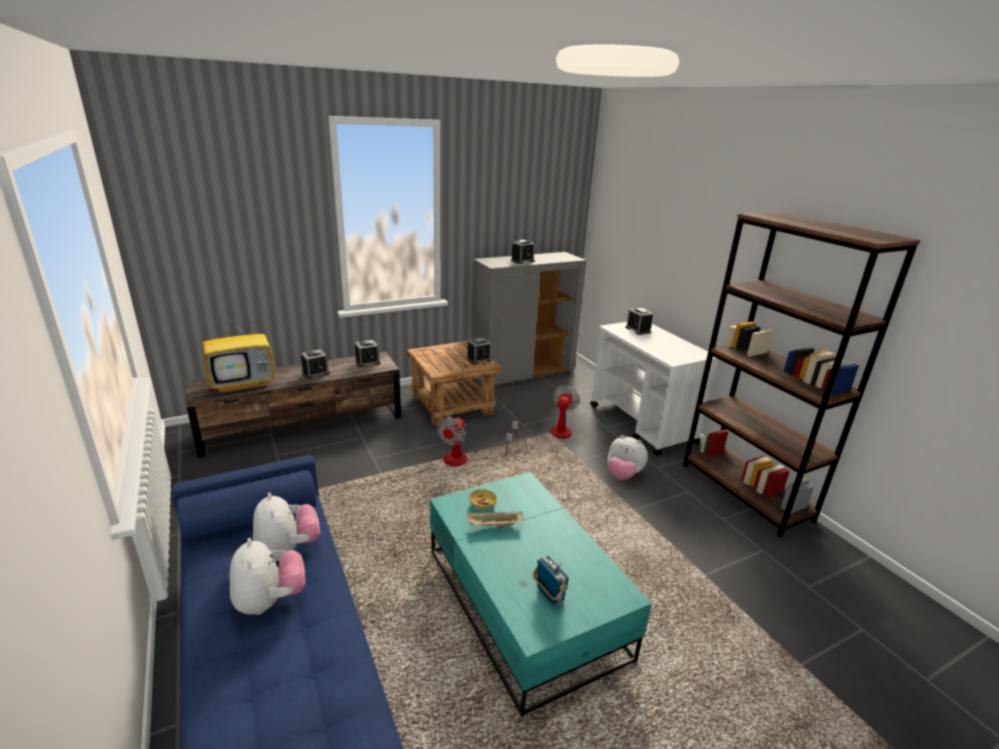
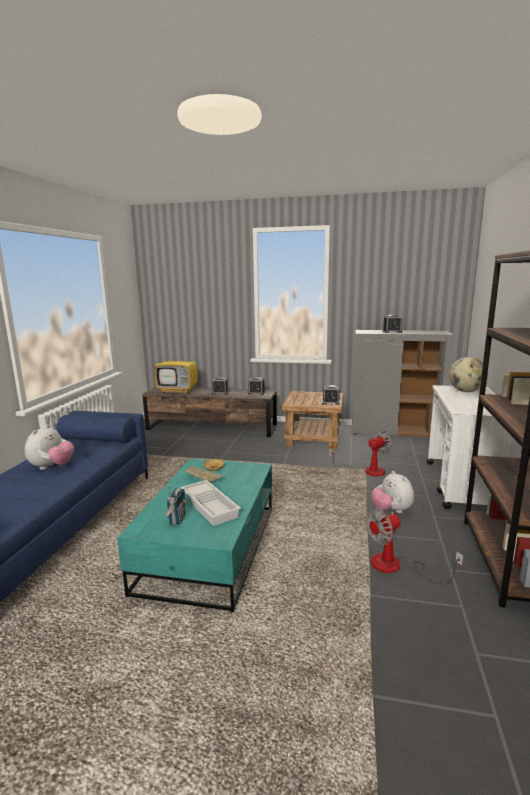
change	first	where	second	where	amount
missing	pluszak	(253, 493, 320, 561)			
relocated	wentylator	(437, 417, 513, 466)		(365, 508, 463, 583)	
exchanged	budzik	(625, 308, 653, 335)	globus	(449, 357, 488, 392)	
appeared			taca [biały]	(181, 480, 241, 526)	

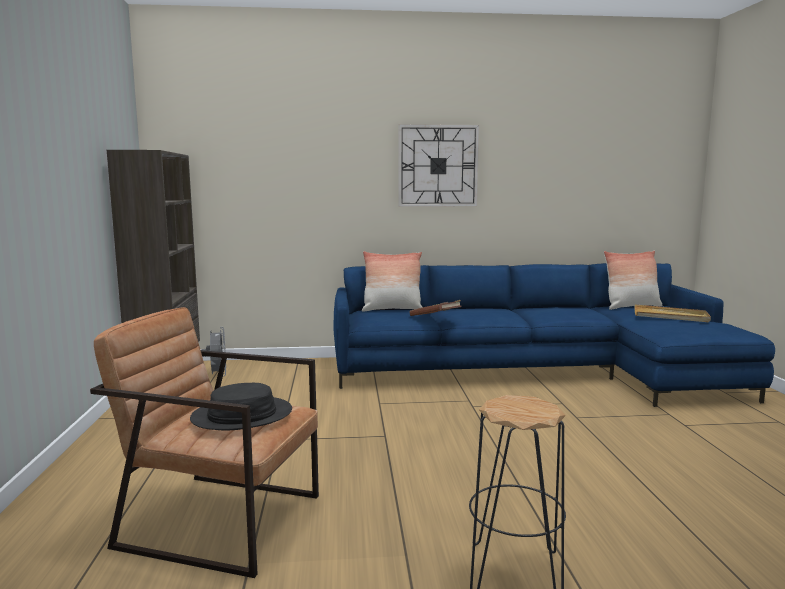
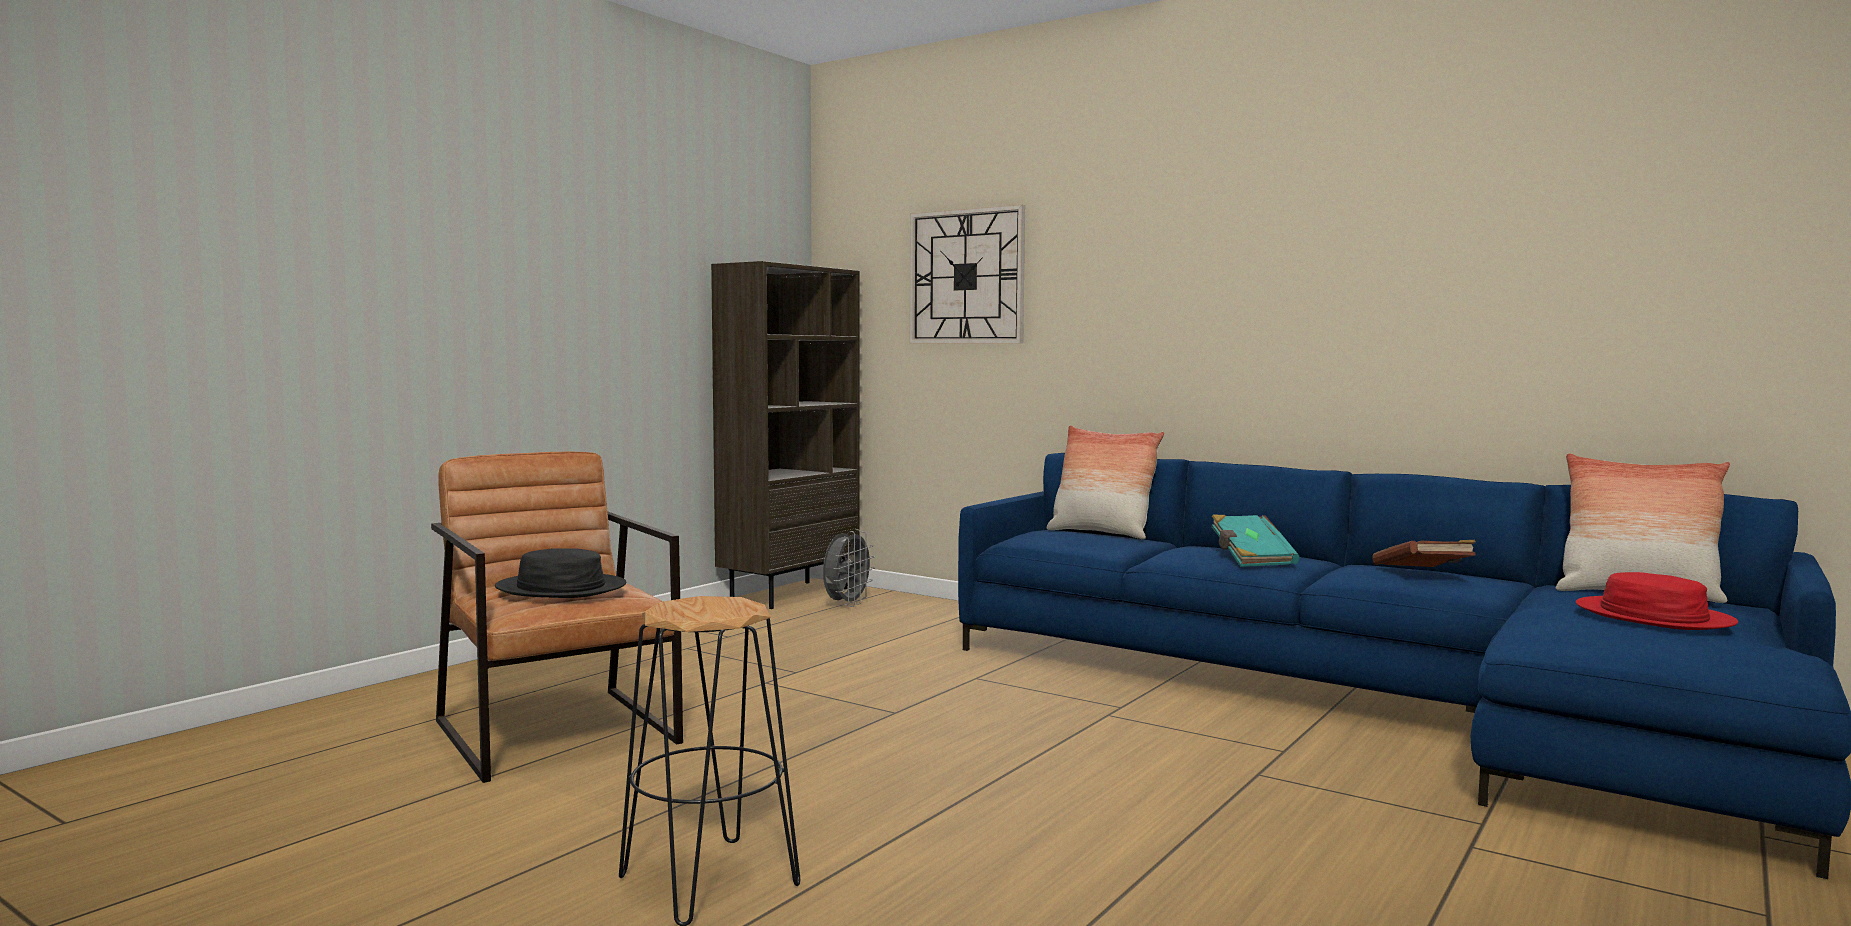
change	first	where	second	where	amount
relocated	zegar ścienny	(398, 124, 479, 207)		(910, 205, 1025, 344)	
relocated	książka [brązowy]	(409, 300, 461, 316)		(1372, 540, 1476, 567)	
exchanged	taca [beżowy]	(635, 305, 711, 322)	kapelusz [czerwony]	(1576, 572, 1738, 630)	
appeared			książka [turkusowy]	(1211, 515, 1299, 567)	

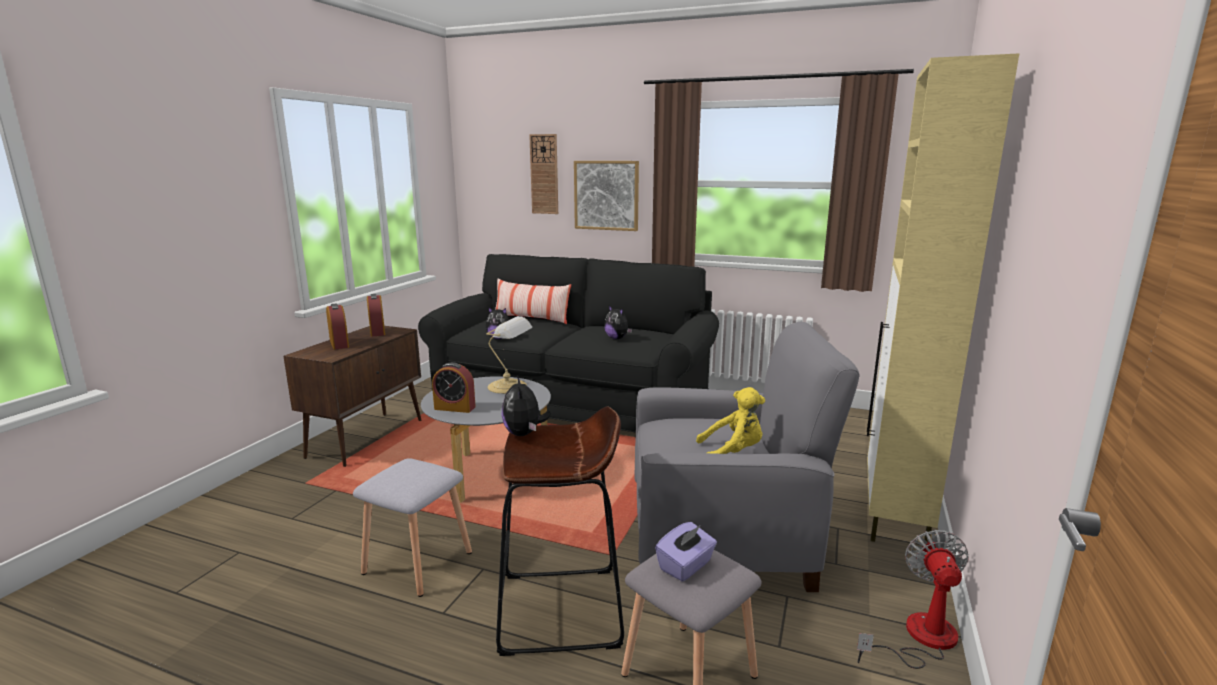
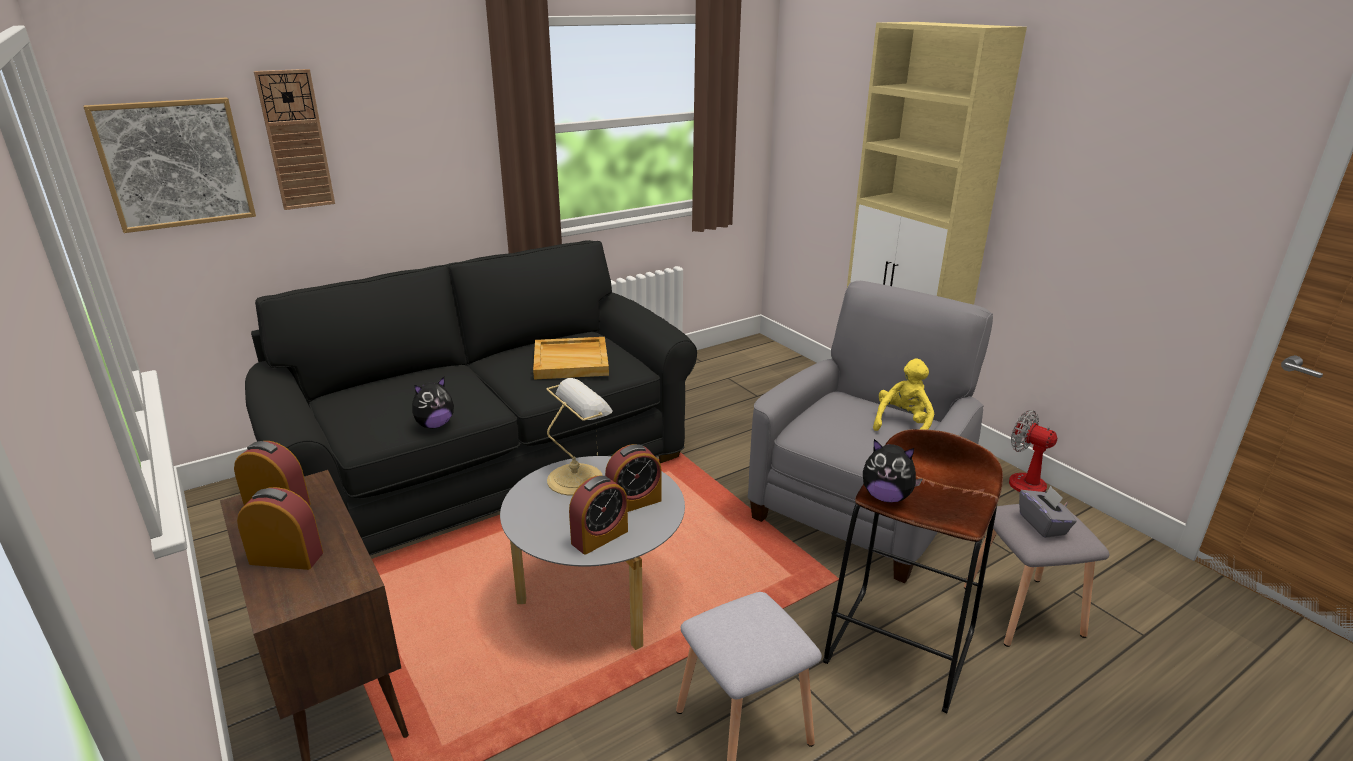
change	first	where	second	where	amount
missing	poduszka	(495, 279, 571, 324)			
relocated	obraz	(574, 161, 639, 231)		(83, 97, 256, 233)	
exchanged	pluszak	(604, 306, 632, 339)	taca [beżowy]	(533, 337, 609, 380)	
colour	pudełko chusteczek [fioletowy]	(655, 522, 717, 582)	pudełko chusteczek [szary]	(1019, 486, 1077, 538)	
appeared			budzik	(605, 444, 662, 512)	

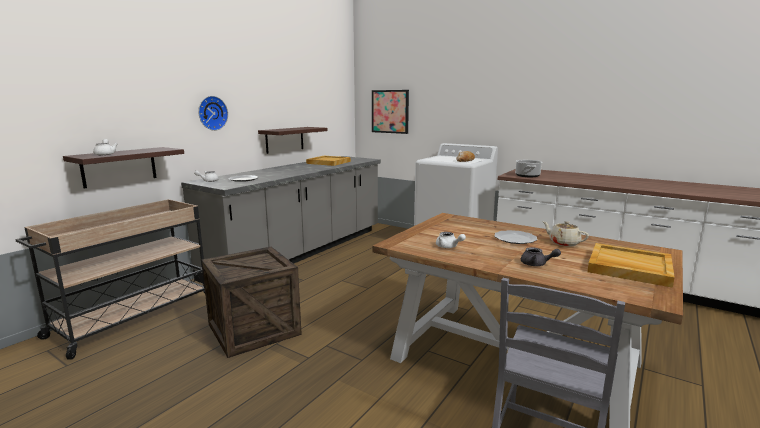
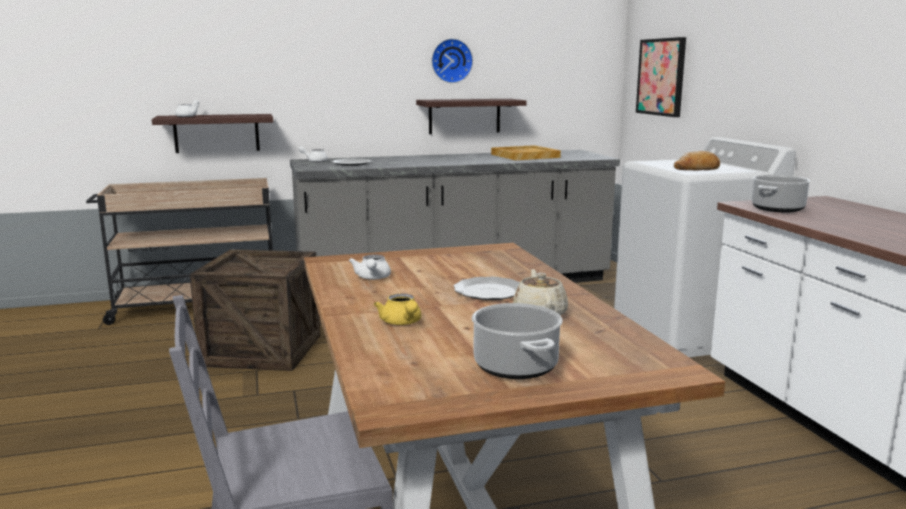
change	first	where	second	where	amount
relocated	zegar ścienny	(198, 96, 228, 131)		(432, 38, 473, 83)	
colour	imbryk [szary]	(521, 247, 561, 266)	imbryk [żółty]	(374, 294, 421, 325)	
exchanged	taca [beżowy]	(587, 243, 675, 288)	garnek	(472, 303, 563, 379)	

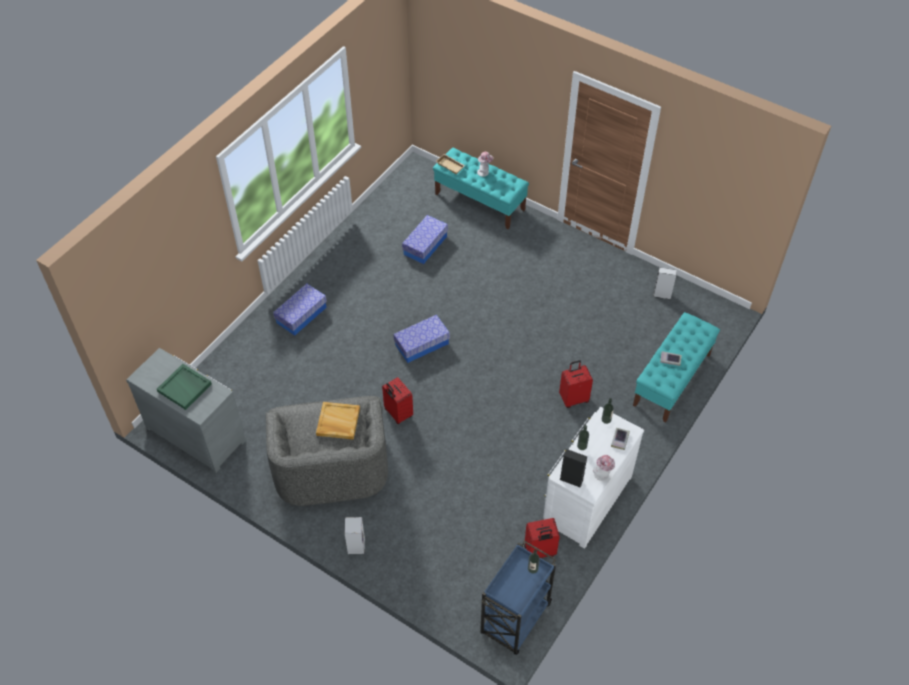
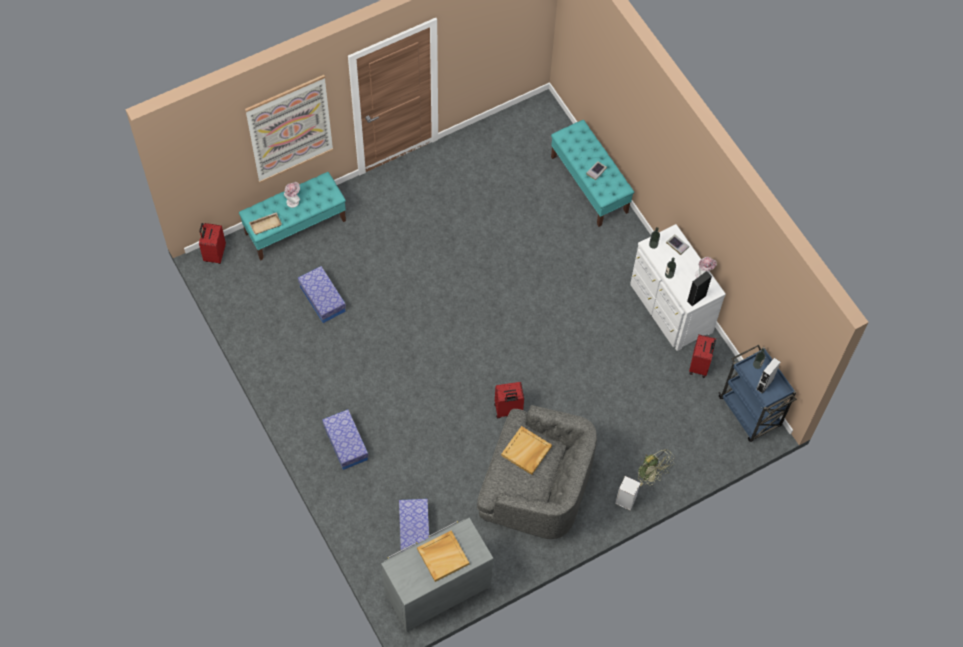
change	first	where	second	where	amount
colour	taca [zielony]	(157, 364, 212, 410)	taca [beżowy]	(417, 531, 469, 582)	
relocated	pojemnik do przechowywania	(393, 315, 450, 363)		(399, 499, 429, 552)	
relocated	walizka [czerwony]	(559, 360, 593, 408)		(199, 223, 226, 264)	
relocated	głośnik [szary]	(653, 267, 677, 300)		(756, 358, 780, 394)	
appeared			obraz	(245, 75, 333, 183)	
appeared			wentylator [zielony]	(638, 449, 675, 487)	

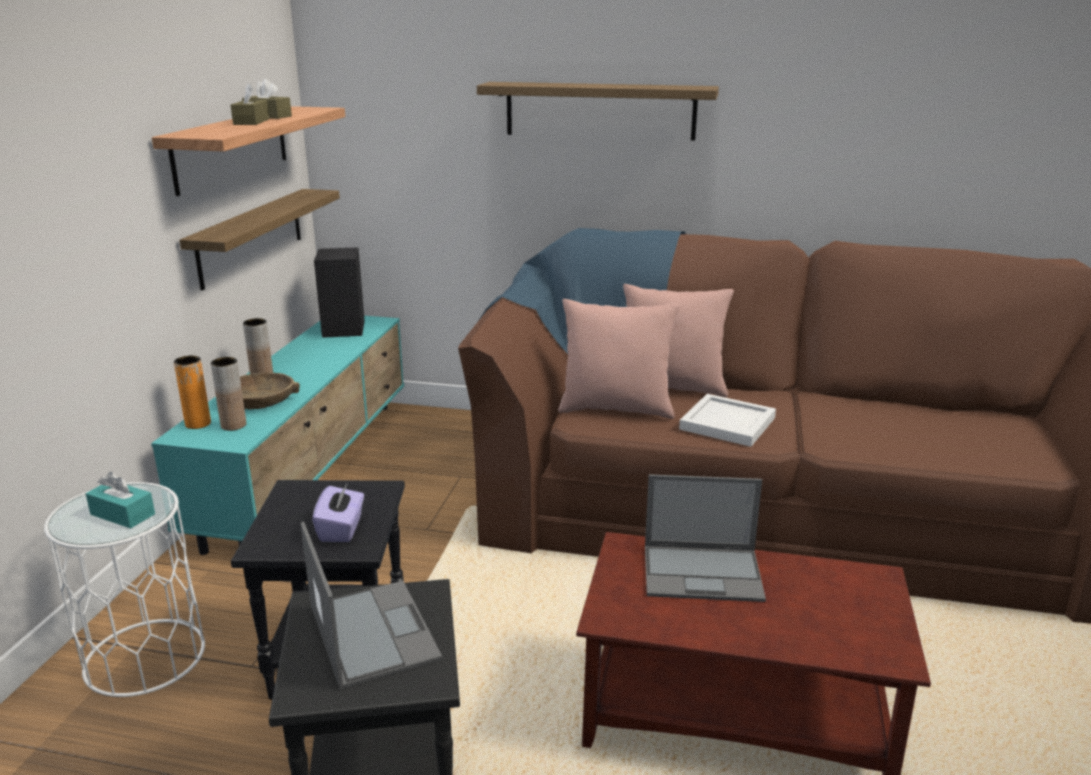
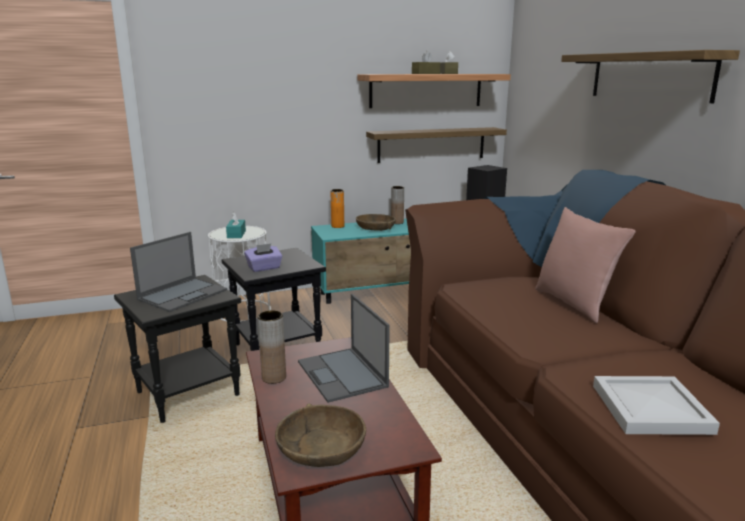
change	first	where	second	where	amount
relocated	wazon [brązowy]	(211, 357, 246, 431)		(257, 310, 286, 384)	
missing	poduszka [różowy]	(558, 299, 680, 419)			
relocated	taca [biały]	(679, 394, 776, 447)		(593, 376, 720, 435)	
appeared			miska [brązowy]	(275, 404, 366, 467)	

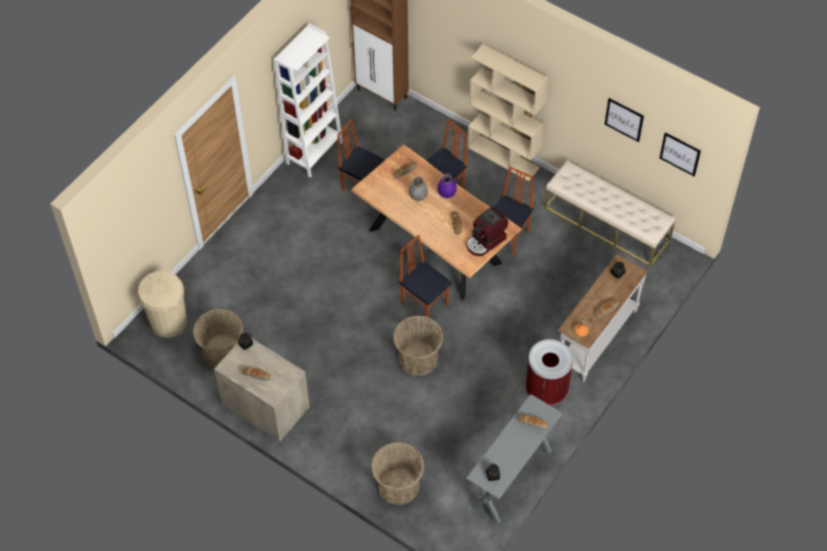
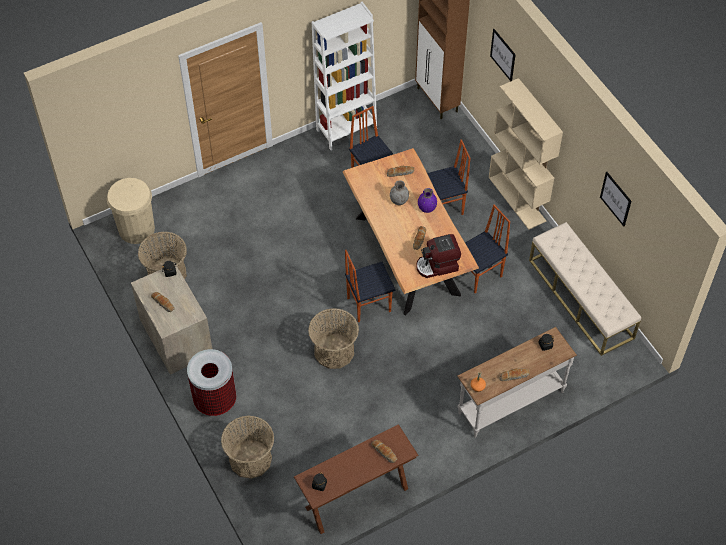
change	first	where	second	where	amount
spun	krzesło	(399, 235, 452, 323)		(345, 250, 395, 322)	90 degrees counterclockwise
colour	stolik konsolowy [szary]	(466, 394, 563, 524)	stolik konsolowy [brązowy]	(294, 424, 419, 534)	
relocated	kosz na śmieci	(526, 339, 573, 405)		(187, 349, 236, 416)	
relocated	obraz	(660, 132, 701, 176)		(490, 29, 516, 81)	

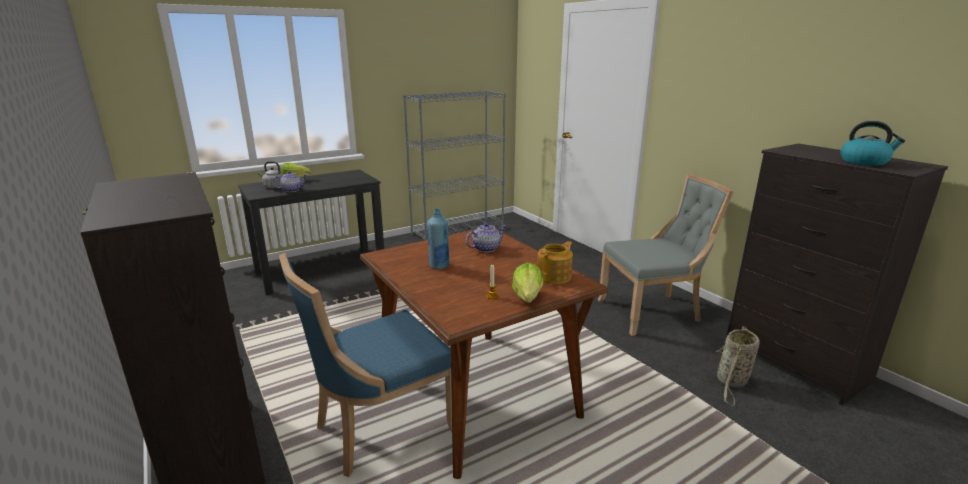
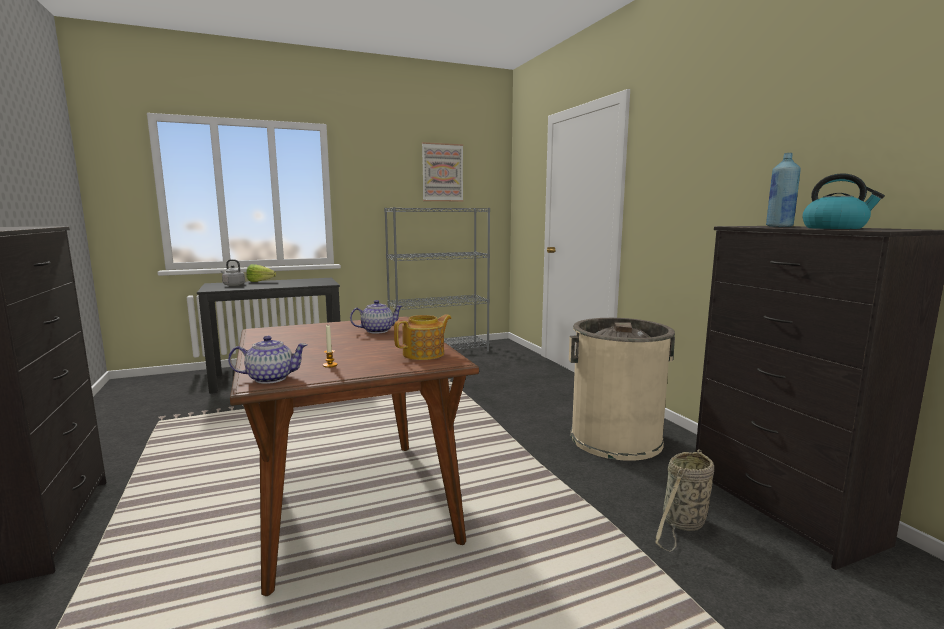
change	first	where	second	where	amount
relocated	imbryk	(272, 171, 307, 192)		(228, 336, 308, 384)	
missing	krzesło [niebieski]	(279, 253, 452, 477)			
relocated	butelka [niebieski]	(427, 208, 449, 269)		(766, 153, 801, 227)	
missing	sałata	(512, 262, 544, 303)			
exchanged	krzesło [szary]	(598, 174, 734, 336)	kosz na śmieci [beżowy]	(569, 318, 675, 461)	
appeared			obraz	(422, 142, 463, 201)	

